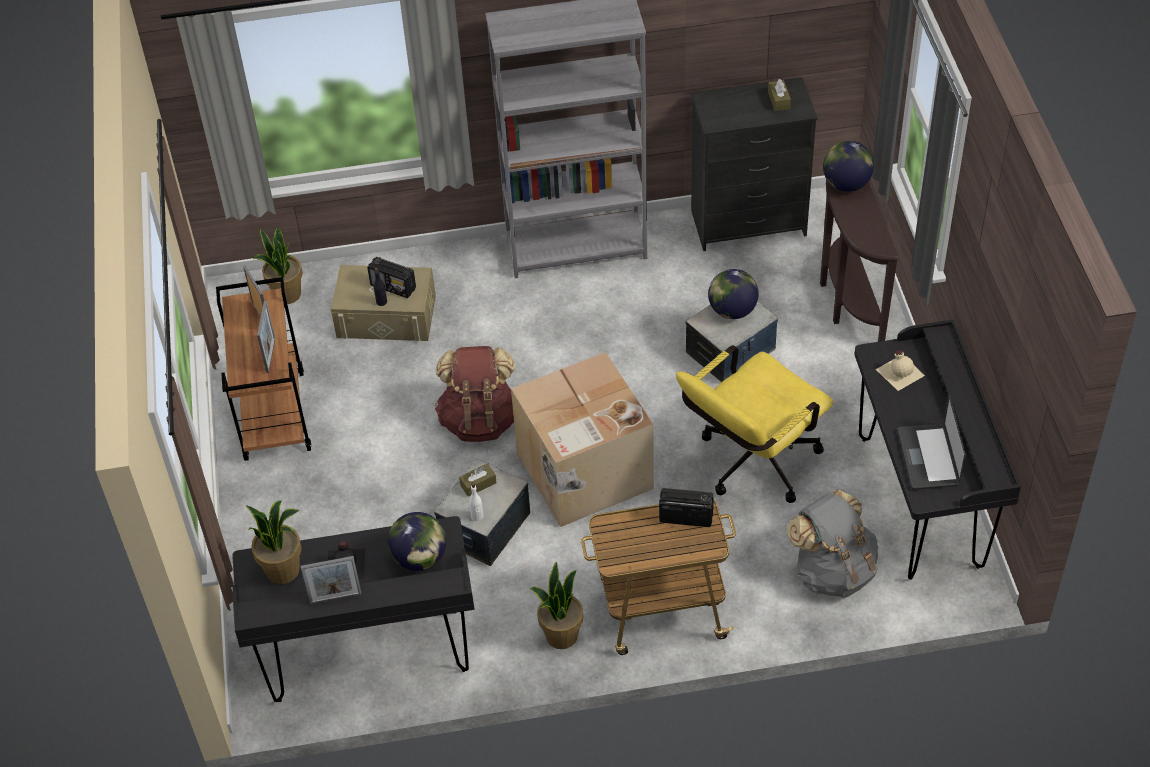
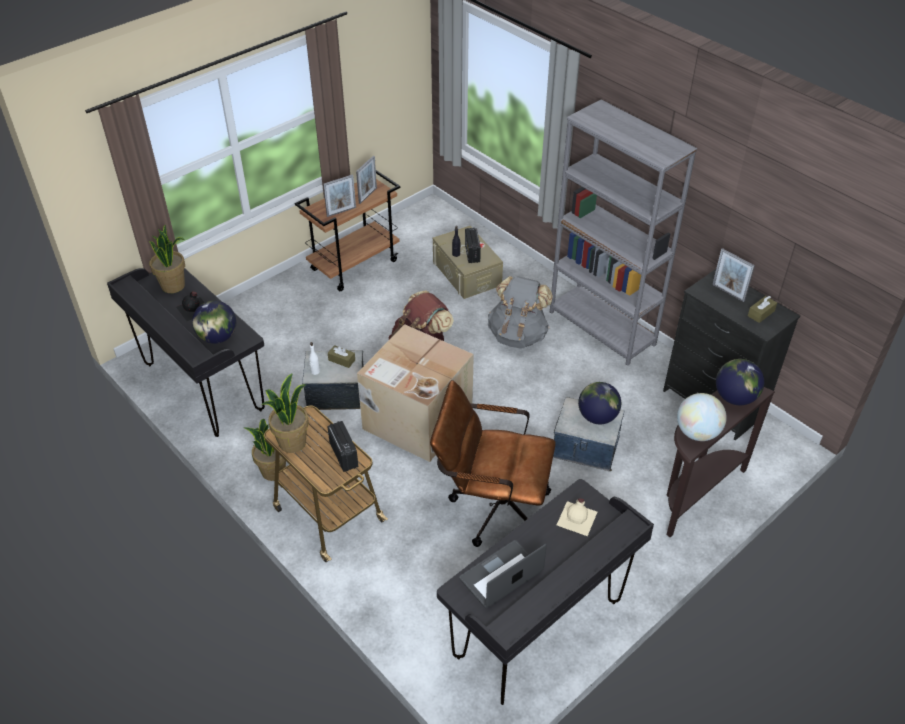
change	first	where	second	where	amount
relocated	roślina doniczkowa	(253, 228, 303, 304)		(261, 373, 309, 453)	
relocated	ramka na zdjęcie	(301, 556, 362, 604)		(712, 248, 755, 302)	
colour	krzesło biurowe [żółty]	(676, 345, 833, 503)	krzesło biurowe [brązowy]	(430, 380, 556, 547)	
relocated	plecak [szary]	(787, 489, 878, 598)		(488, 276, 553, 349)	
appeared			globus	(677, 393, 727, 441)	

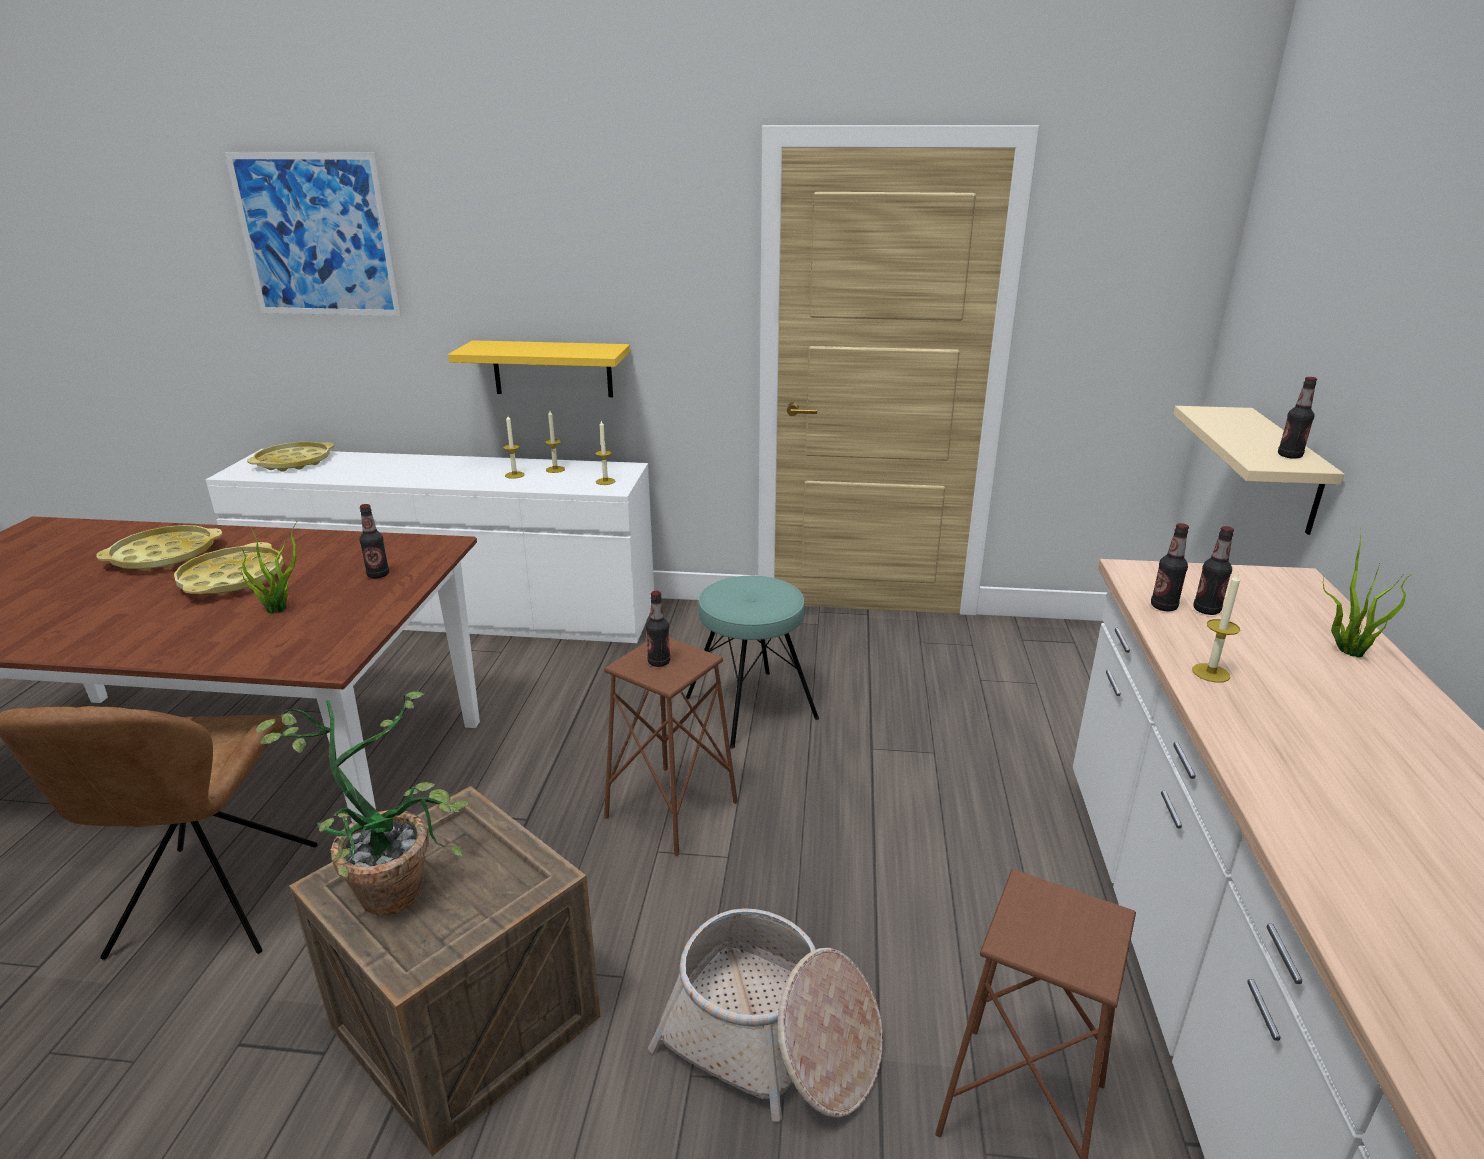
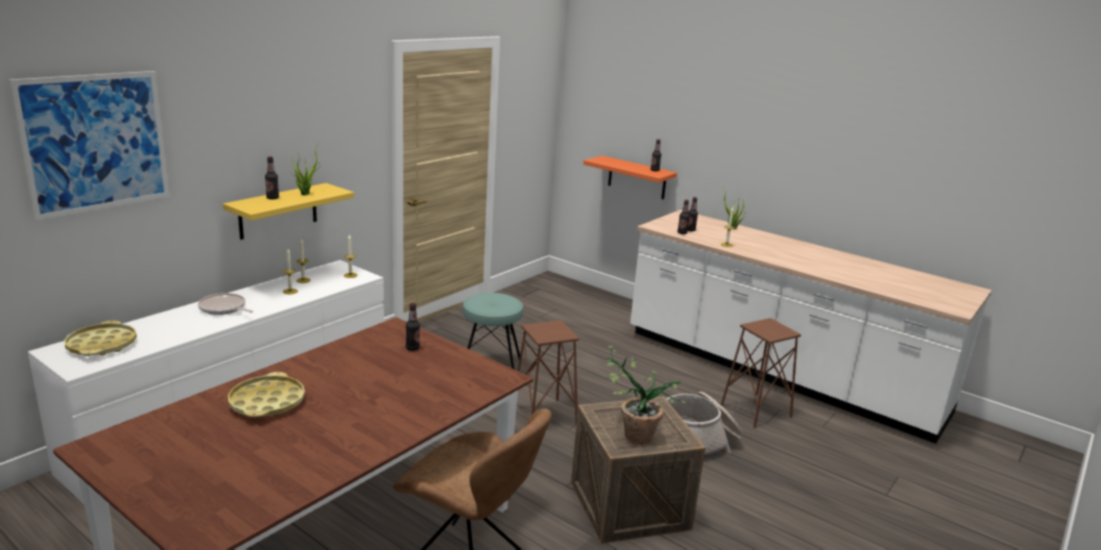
change	first	where	second	where	amount
missing	taca [żółty]	(174, 542, 284, 594)			
relocated	roślina doniczkowa	(240, 522, 297, 614)		(291, 143, 320, 195)	
relocated	butelka	(646, 591, 670, 667)		(265, 157, 279, 200)	
colour	półka [beżowy]	(1173, 406, 1344, 535)	półka [pomarańczowy]	(583, 156, 677, 199)	
appeared			patelnia	(198, 293, 253, 315)	

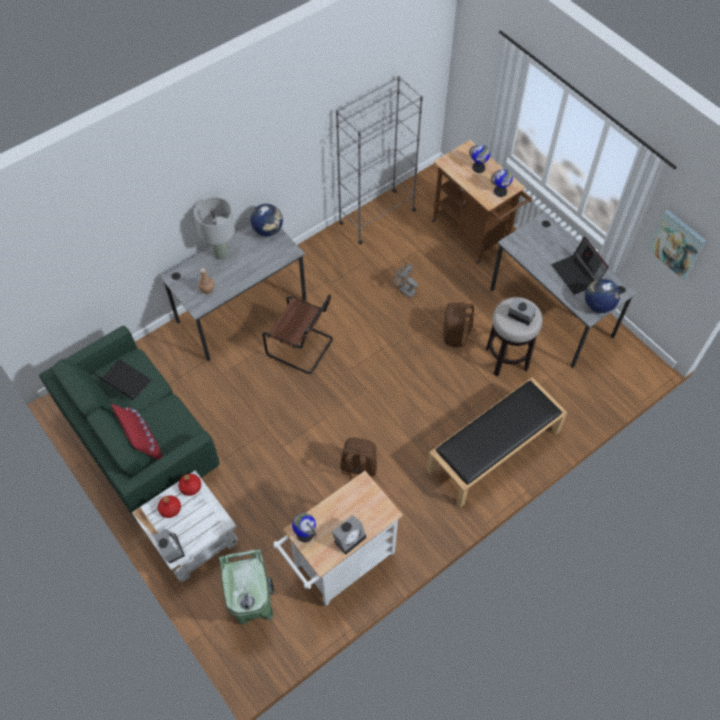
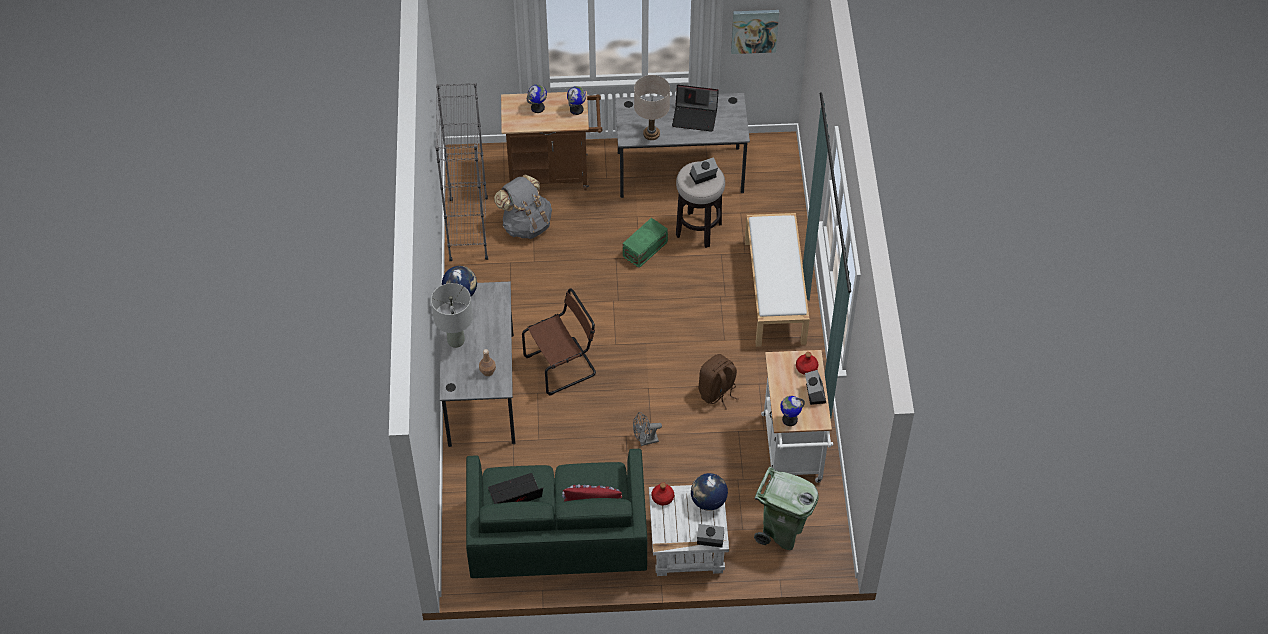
change	first	where	second	where	amount
relocated	butelka [czerwony]	(158, 495, 181, 518)		(796, 352, 818, 375)	
relocated	wentylator [szary]	(394, 264, 418, 298)		(633, 412, 662, 446)	
colour	ławka [czarny]	(427, 378, 567, 508)	ławka [biały]	(745, 213, 810, 347)	
exchanged	plecak [brązowy]	(443, 302, 475, 347)	pojemnik do przechowywania [zielony]	(623, 218, 668, 268)	
relocated	globus	(585, 279, 620, 313)		(691, 473, 728, 511)	
appeared			plecak [szary]	(494, 174, 552, 239)	
appeared			lampa stołowa [beżowy]	(634, 75, 670, 140)	

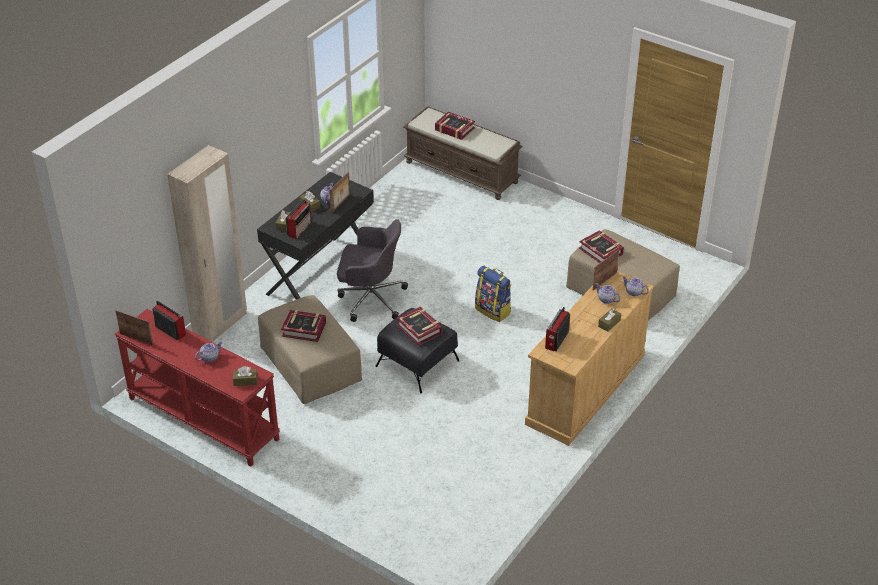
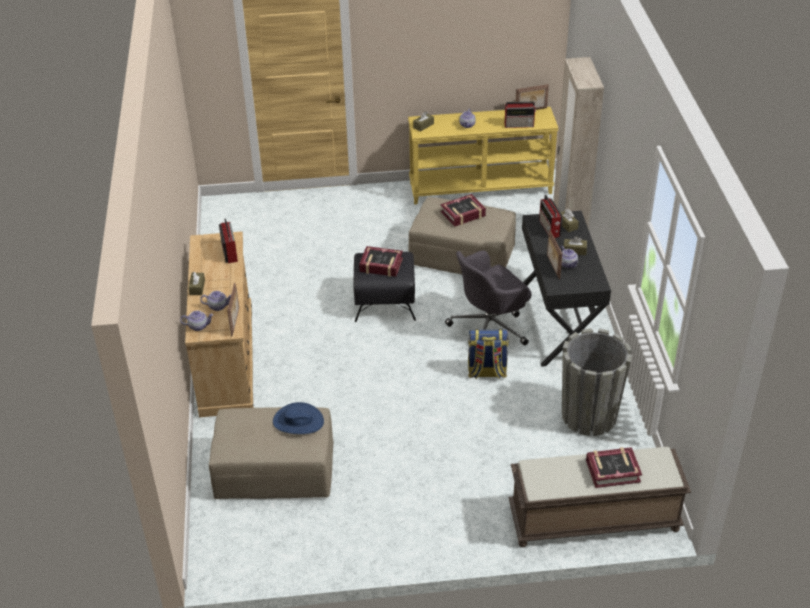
change	first	where	second	where	amount
colour	stolik konsolowy [czerwony]	(115, 309, 280, 466)	stolik konsolowy [żółty]	(408, 107, 559, 205)	
relocated	plecak	(475, 266, 511, 322)		(468, 329, 509, 379)	
exchanged	książka	(579, 231, 624, 263)	kapelusz [niebieski]	(273, 402, 324, 434)	
appeared			donica [szary]	(562, 328, 632, 436)	

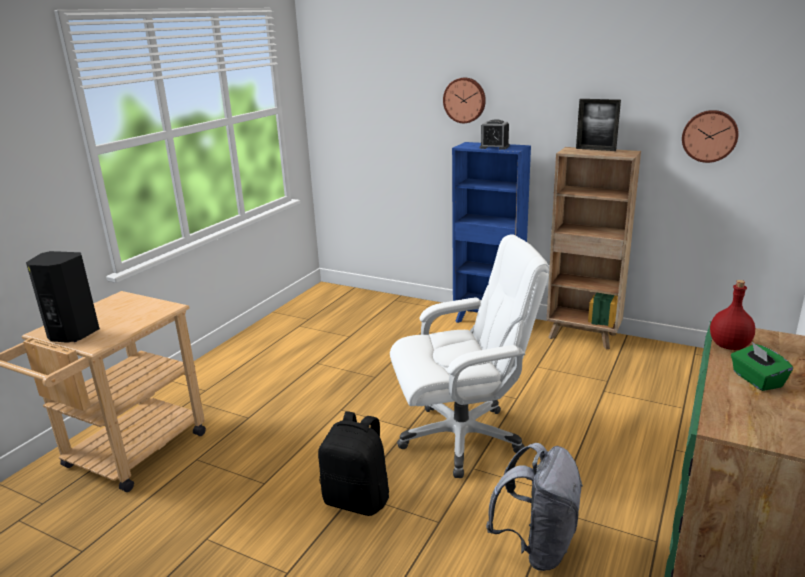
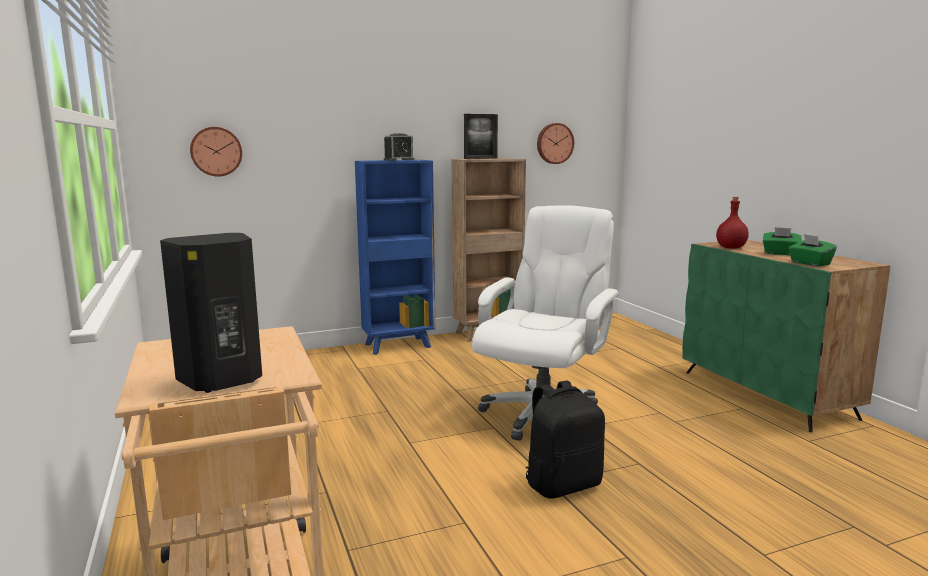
change	first	where	second	where	amount
relocated	zegar ścienny	(443, 78, 486, 123)		(190, 127, 242, 177)	
missing	plecak [szary]	(486, 443, 583, 571)			
appeared			pudełko chusteczek [zielony]	(788, 234, 837, 266)	

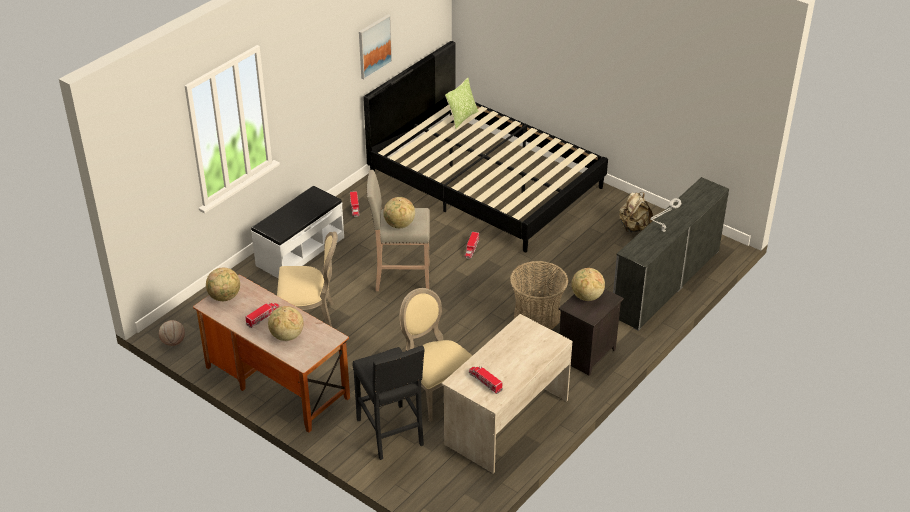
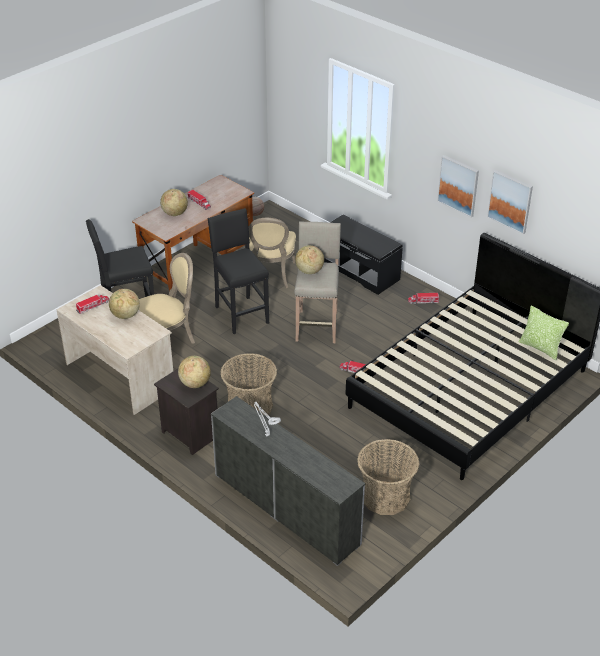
change	first	where	second	where	amount
relocated	globus	(206, 268, 240, 301)		(109, 289, 140, 319)	
colour	ławka [biały]	(251, 186, 344, 278)	ławka [czarny]	(324, 214, 403, 295)	
exchanged	plecak [beżowy]	(619, 192, 653, 232)	koszyk	(357, 439, 419, 515)	
appeared			stołek [czarny]	(208, 208, 269, 334)	
appeared			obraz	(437, 155, 479, 217)	

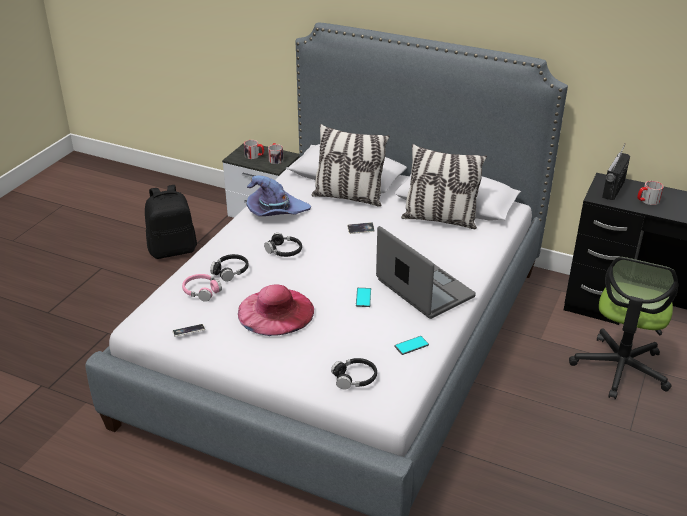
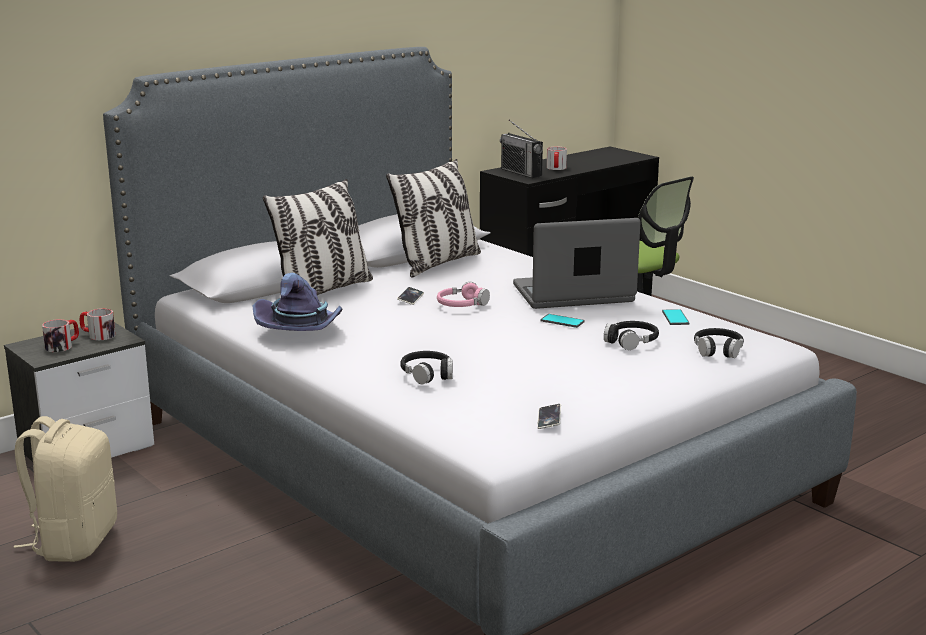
change	first	where	second	where	amount
colour	plecak [czarny]	(145, 185, 197, 259)	plecak [beżowy]	(14, 416, 117, 562)	
relocated	słuchawki [różowy]	(182, 274, 222, 302)		(437, 282, 490, 307)	
missing	kapelusz [różowy]	(238, 284, 314, 336)			
relocated	słuchawki [czarny]	(264, 233, 302, 257)		(604, 321, 659, 350)	

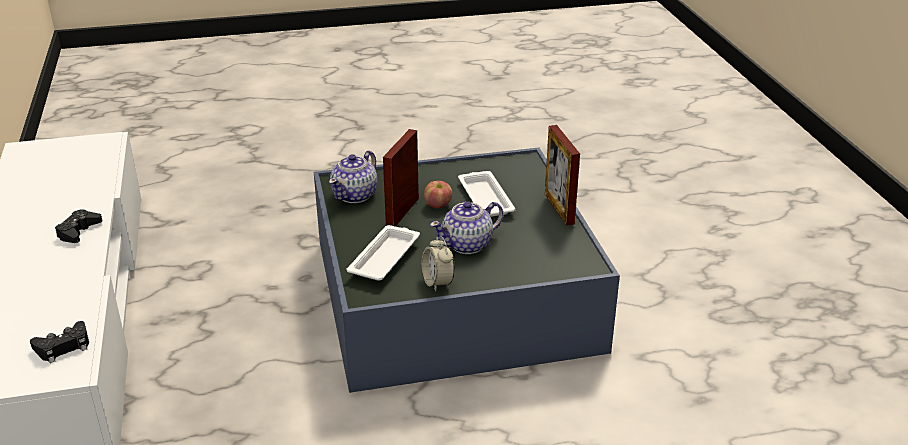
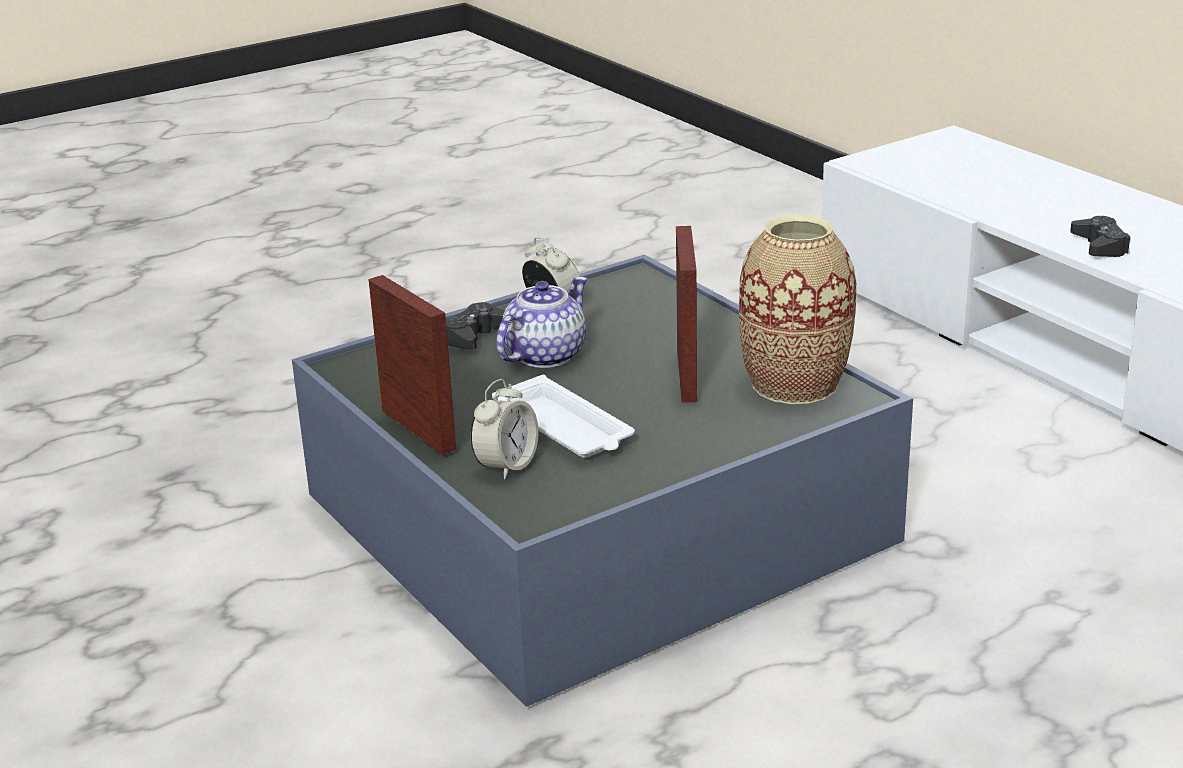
change	first	where	second	where	amount
relocated	pad do gier [czarny]	(30, 321, 89, 363)		(446, 302, 505, 350)	
exchanged	imbryk	(329, 150, 378, 203)	wazon	(739, 215, 856, 405)	
missing	taca [biały]	(346, 225, 420, 280)			
missing	jabłko	(424, 181, 452, 208)			
appeared			budzik	(470, 379, 539, 480)	

